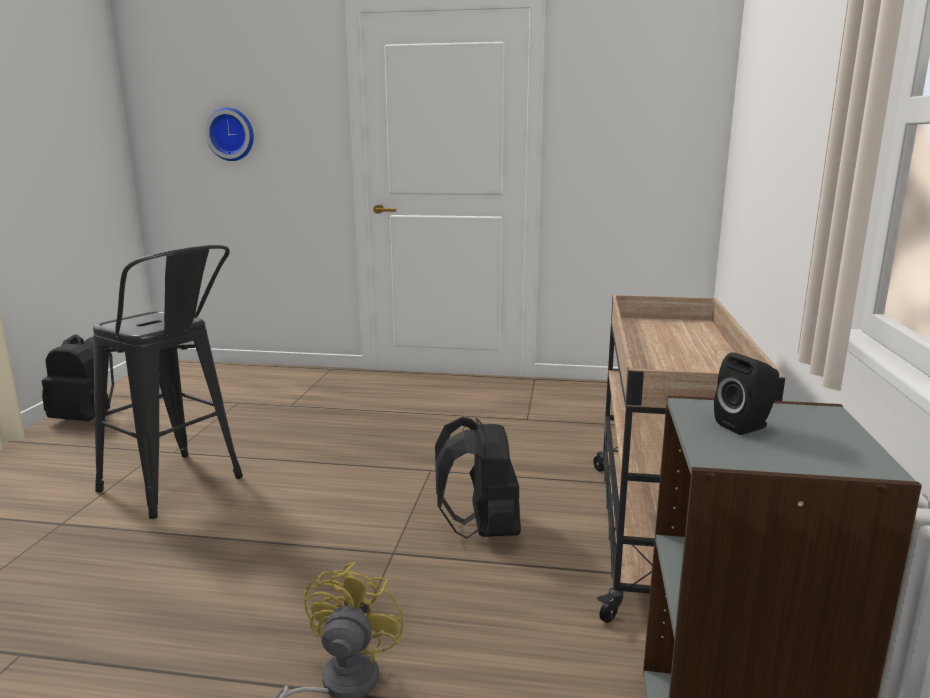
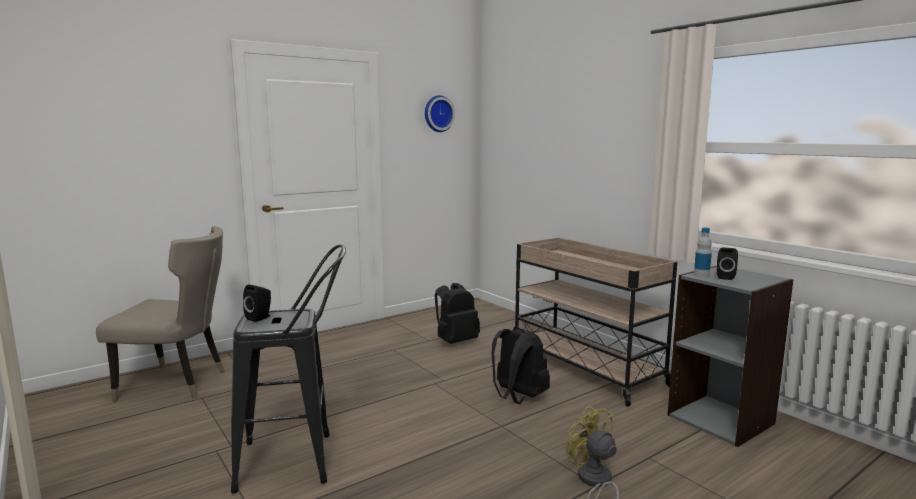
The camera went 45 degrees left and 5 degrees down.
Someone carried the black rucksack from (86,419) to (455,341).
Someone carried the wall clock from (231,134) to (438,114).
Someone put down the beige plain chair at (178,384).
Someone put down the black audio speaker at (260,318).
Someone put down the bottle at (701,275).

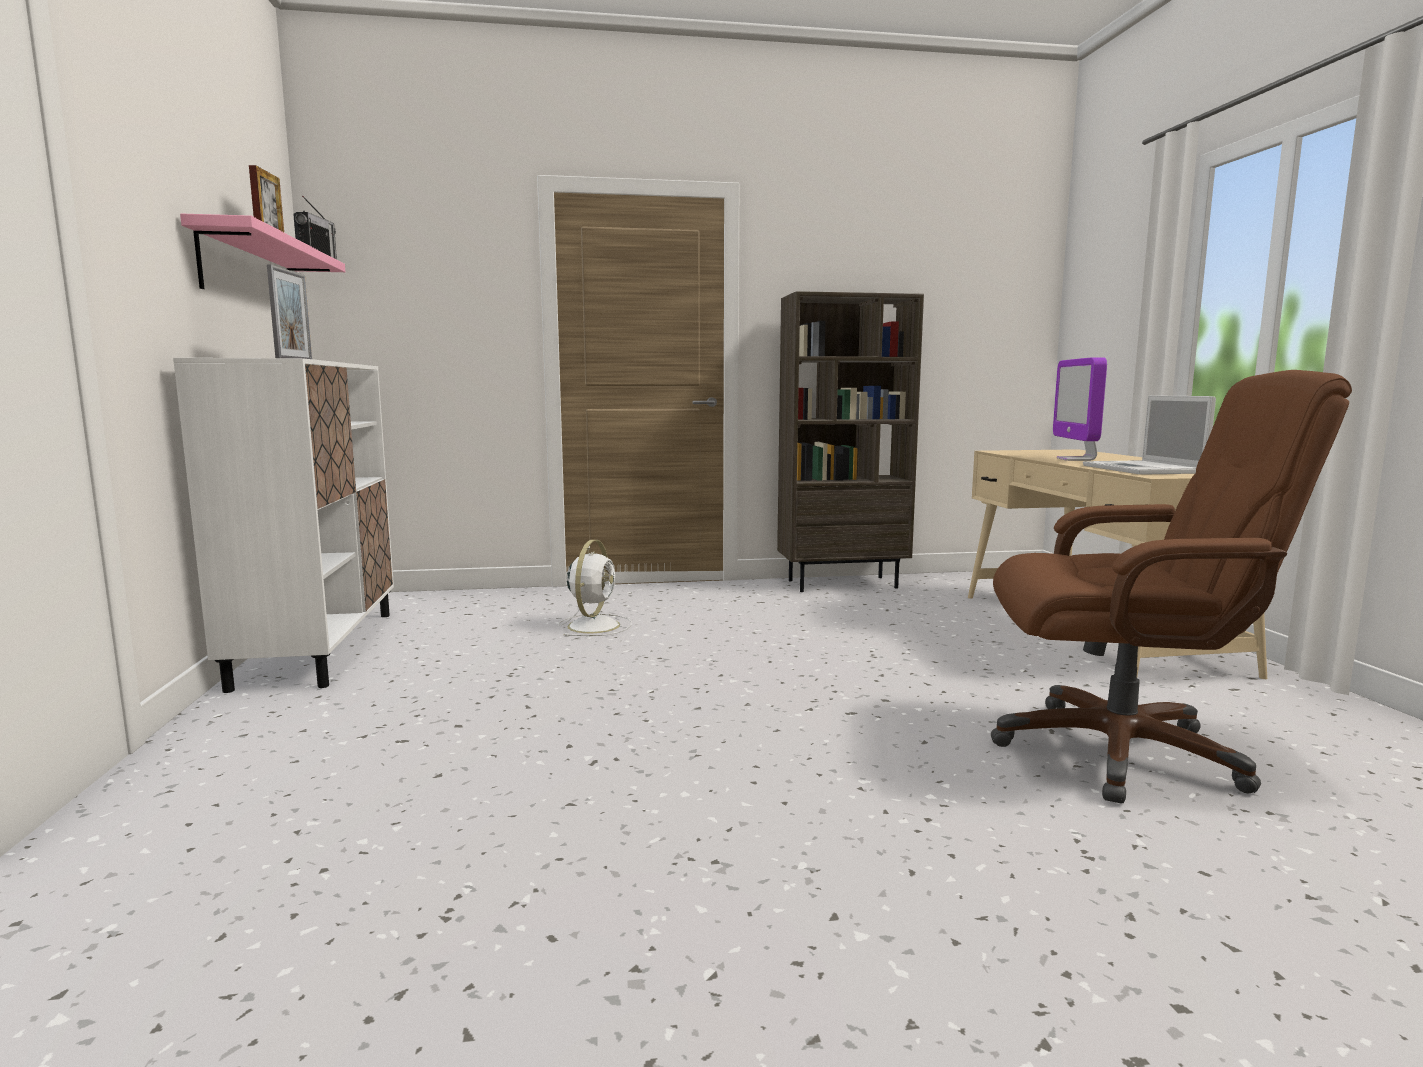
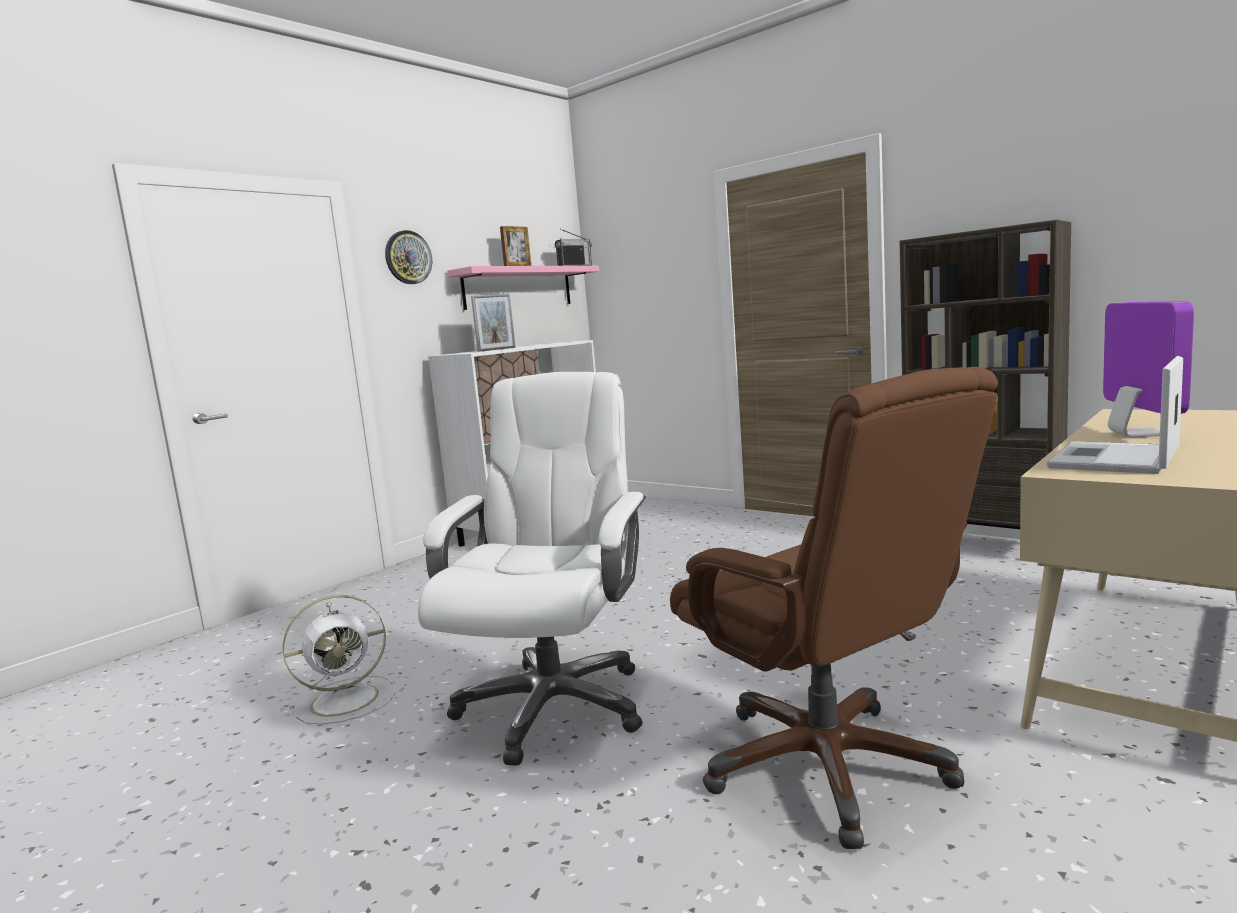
The camera went 50 degrees right and 0 degrees up.
Someone carried the white electric fan from (594,625) to (348,699).
Someone rotated the computer screen at (1076,459) by 135 degrees clockwise.
Someone put up the wall clock at (408,257).
Someone put down the white office chair at (553,705).

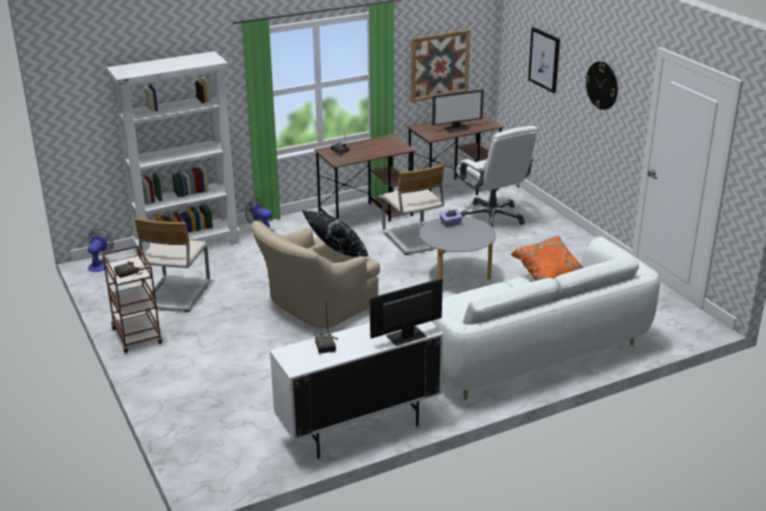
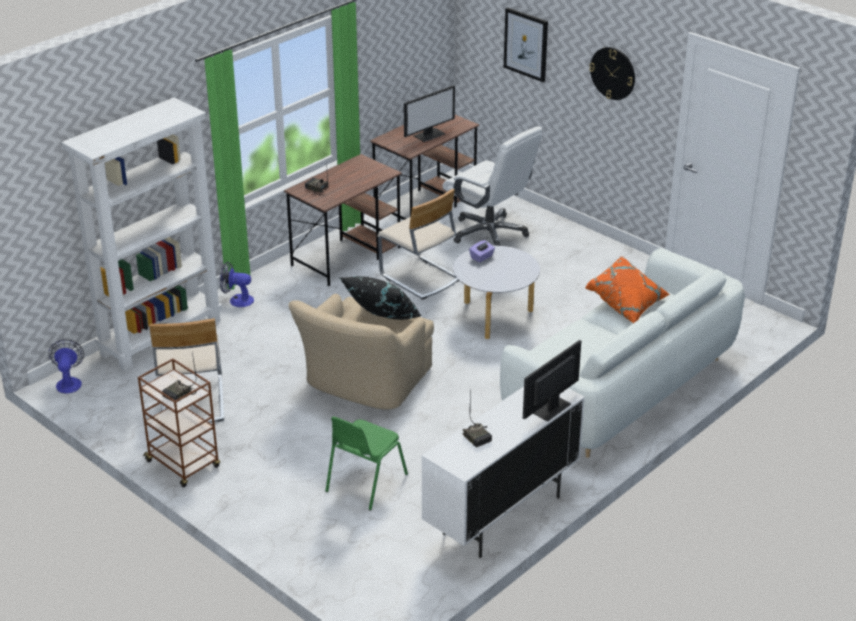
The camera went 20 degrees left and 5 degrees up.
Someone took away the wall picture at (439,65).
Someone put down the green-coloured plain chair at (365,483).

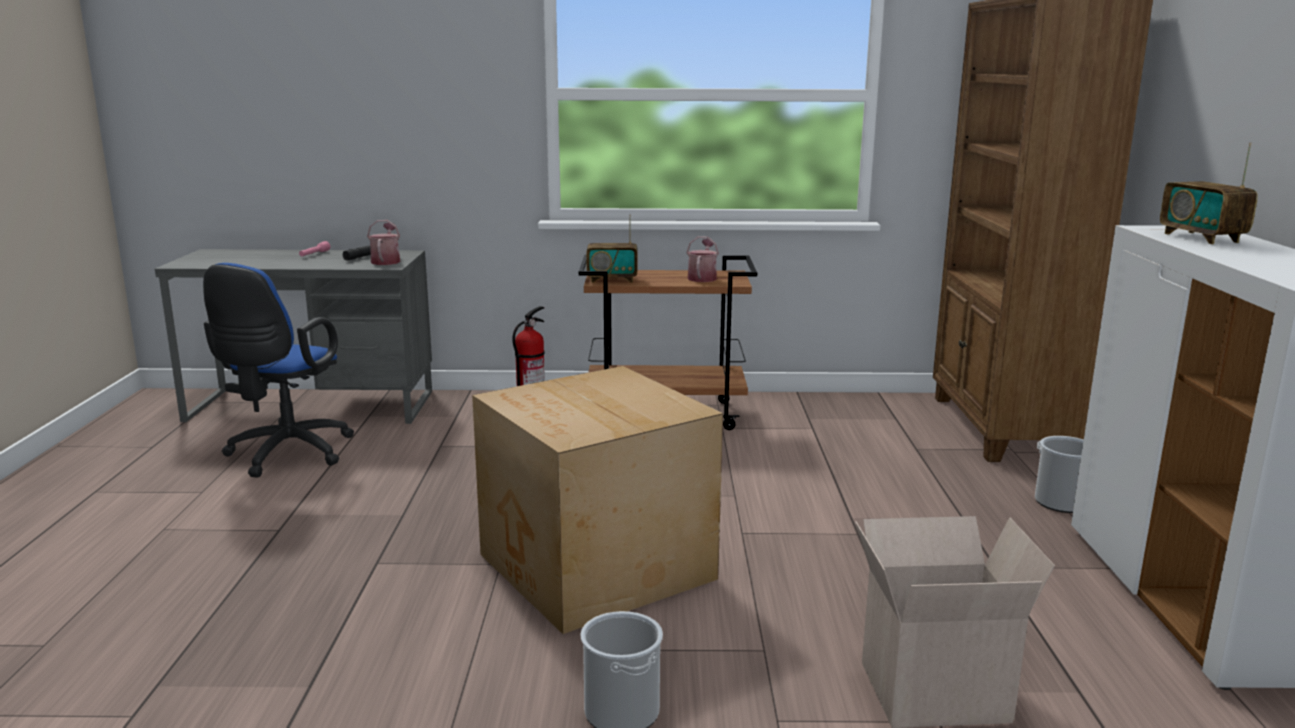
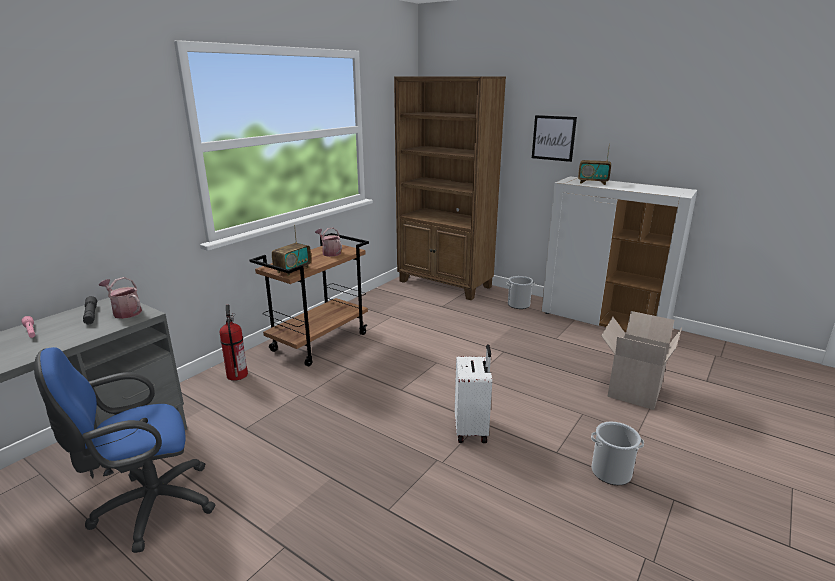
The camera went 55 degrees left and 5 degrees up.
Someone rotated the blue-coloured office chair at (285,455) by 105 degrees clockwise.
Someone swapped the carton at (595,568) for the white travel case at (472,430).
Someone put up the wall picture at (553,138).

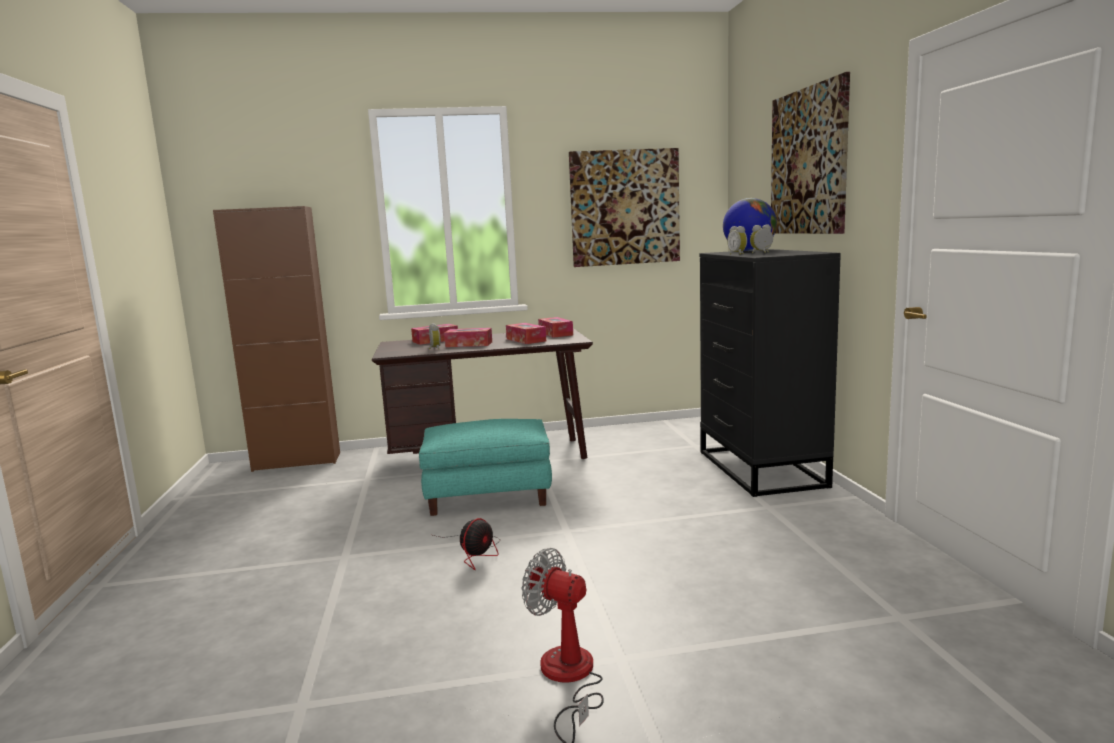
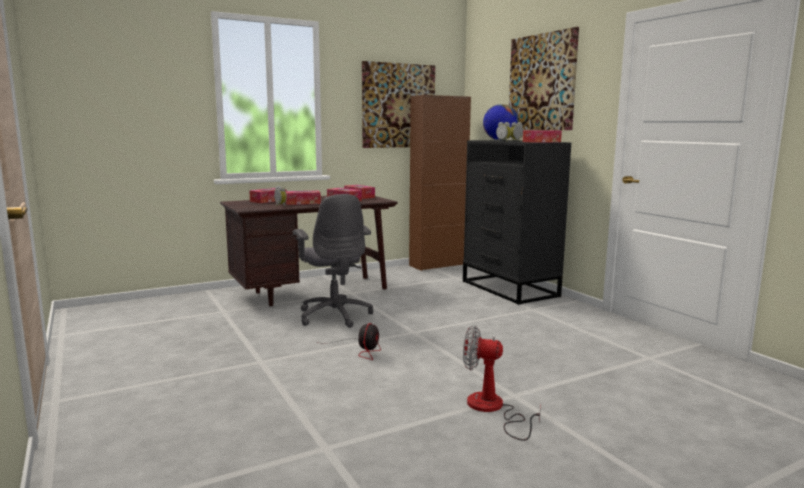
The camera went 20 degrees left and 0 degrees up.
Someone carried the brown storage cabinet from (297,461) to (437,265).
Someone swapped the turquoise footrest at (487,495) for the gray office chair at (334,315).
Someone put down the box of tissues at (541,142).

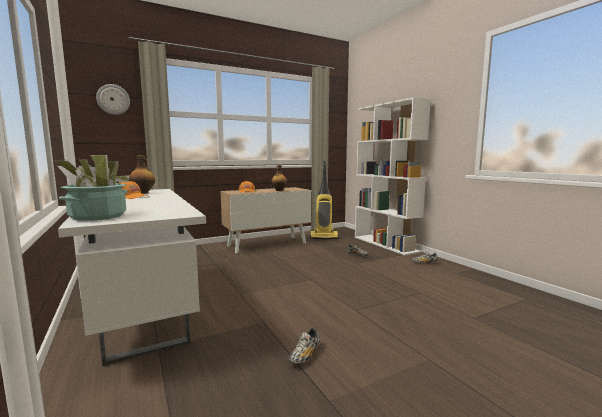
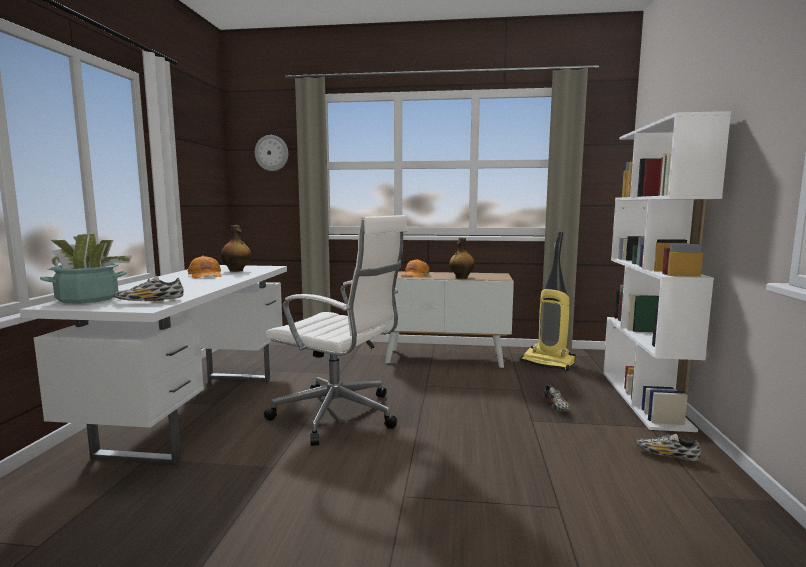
The camera went 35 degrees right and 0 degrees up.
Someone carried the low shoe from (304,355) to (150,302).
Someone put down the white office chair at (339,416).

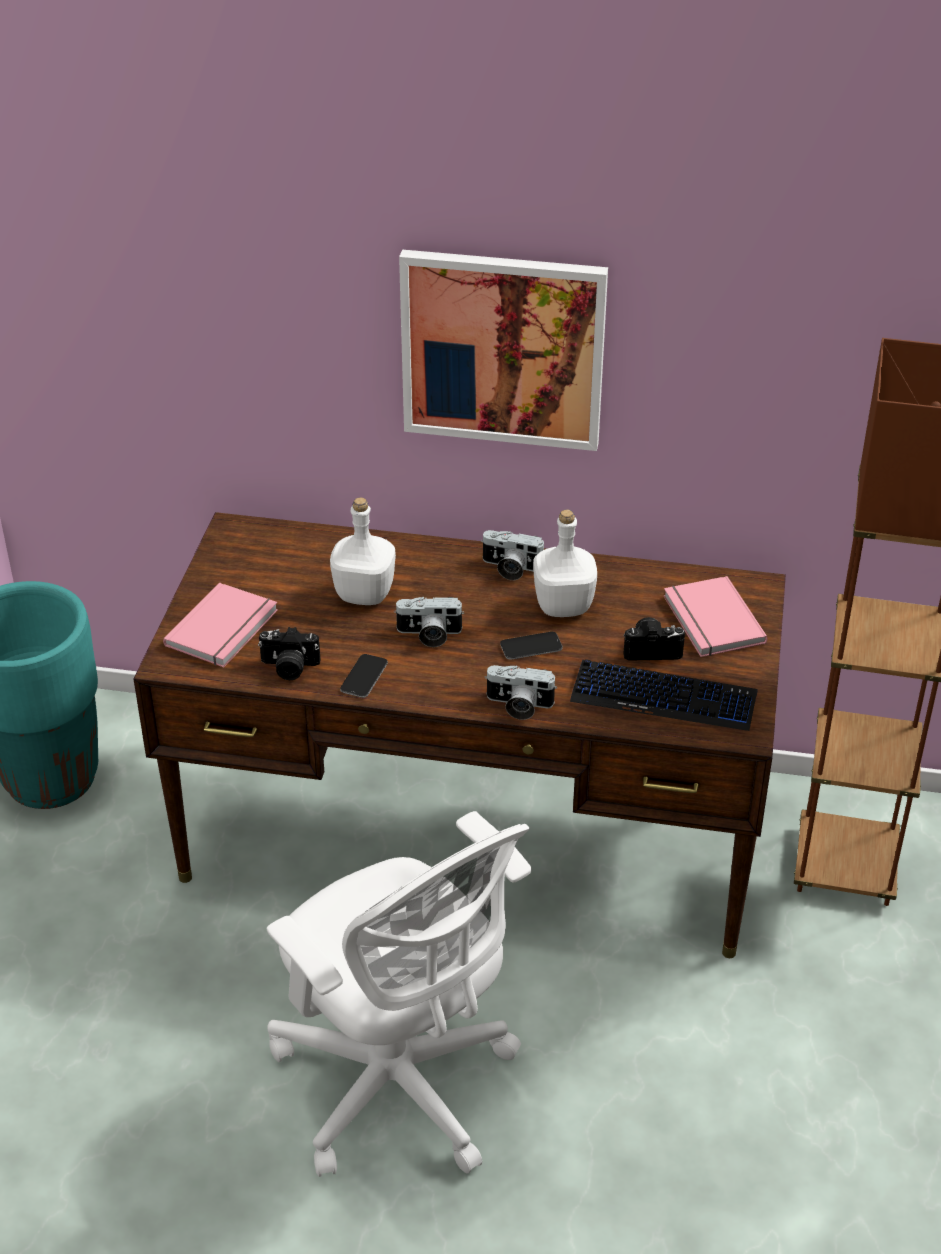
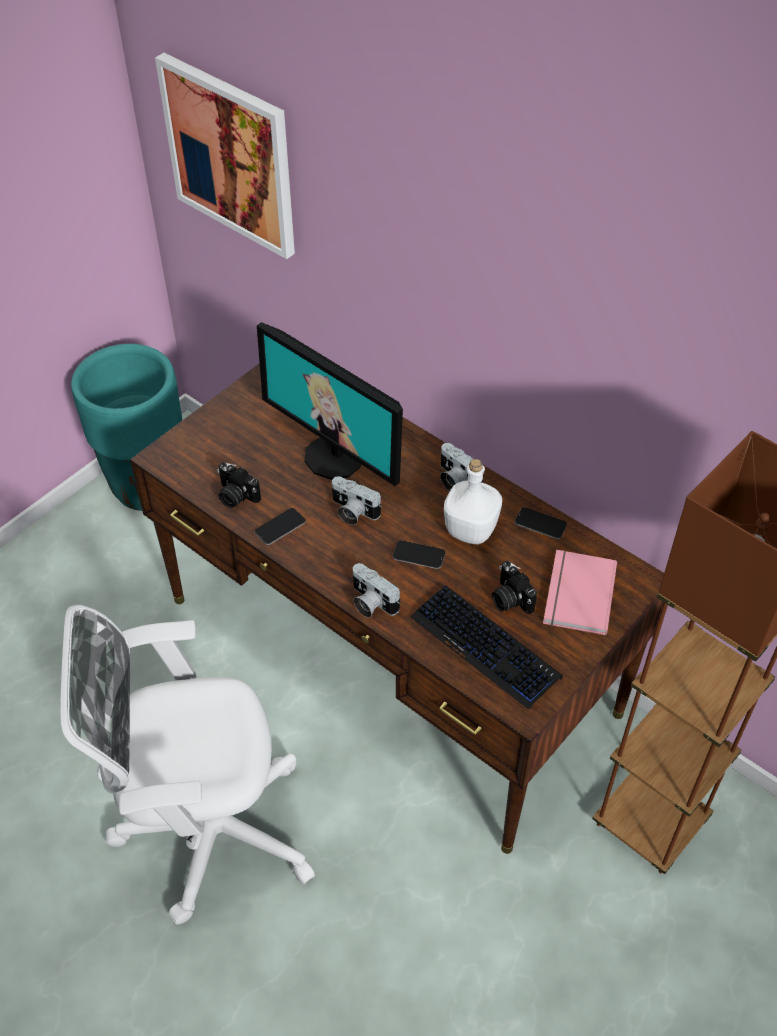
The camera went 30 degrees right and 10 degrees up.
Someone took away the pink volume at (225,629).
Someone rotated the white office chair at (399,1087) by 90 degrees clockwise.
Someone swapped the white bottle at (365,594) for the computer screen at (334,457).
Someone carried the wall picture from (503,348) to (231,155).
Someone rotated the still camera at (652,649) by 150 degrees counterclockwise.
Someone put down the handset at (540,524).

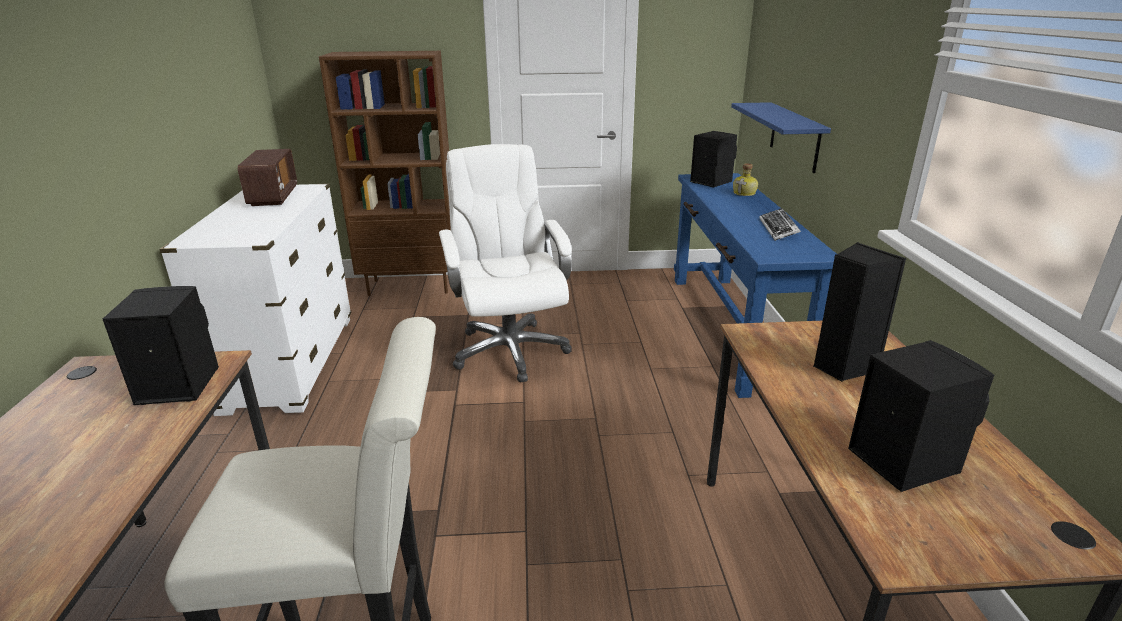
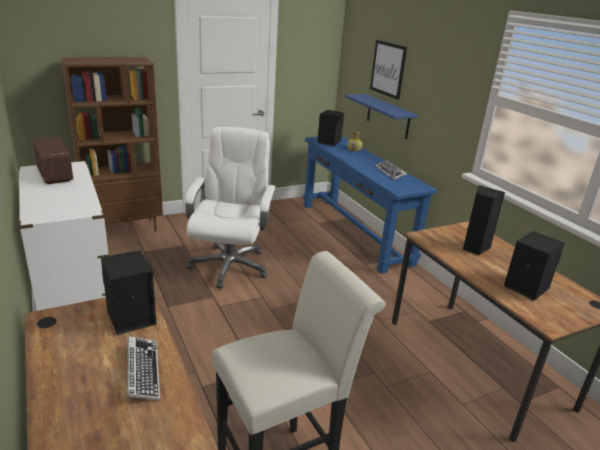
The camera went 25 degrees left and 0 degrees up.
Someone rotated the white office chair at (509,350) by 45 degrees clockwise.
Someone put down the PC keyboard at (142,372).
Someone put up the wall picture at (388,69).

